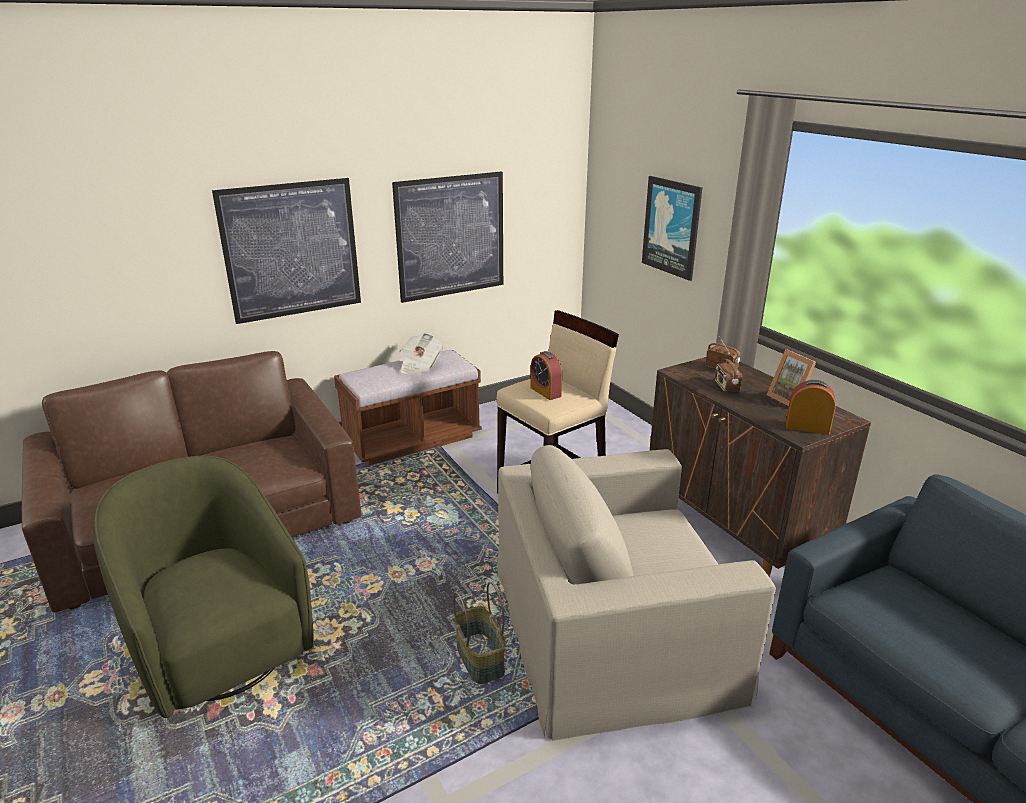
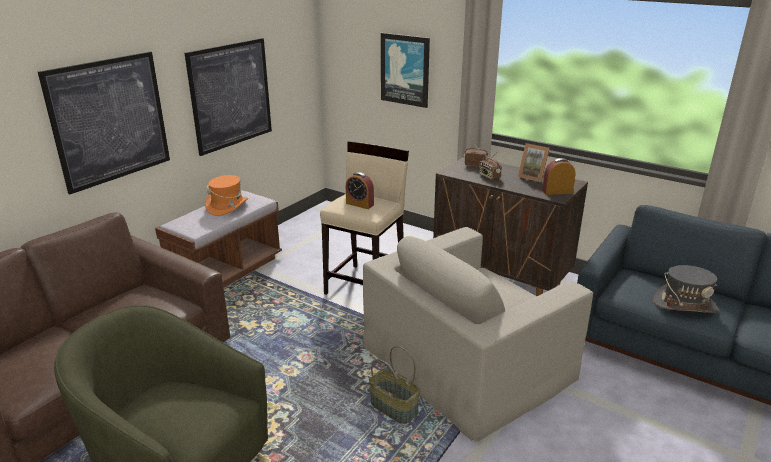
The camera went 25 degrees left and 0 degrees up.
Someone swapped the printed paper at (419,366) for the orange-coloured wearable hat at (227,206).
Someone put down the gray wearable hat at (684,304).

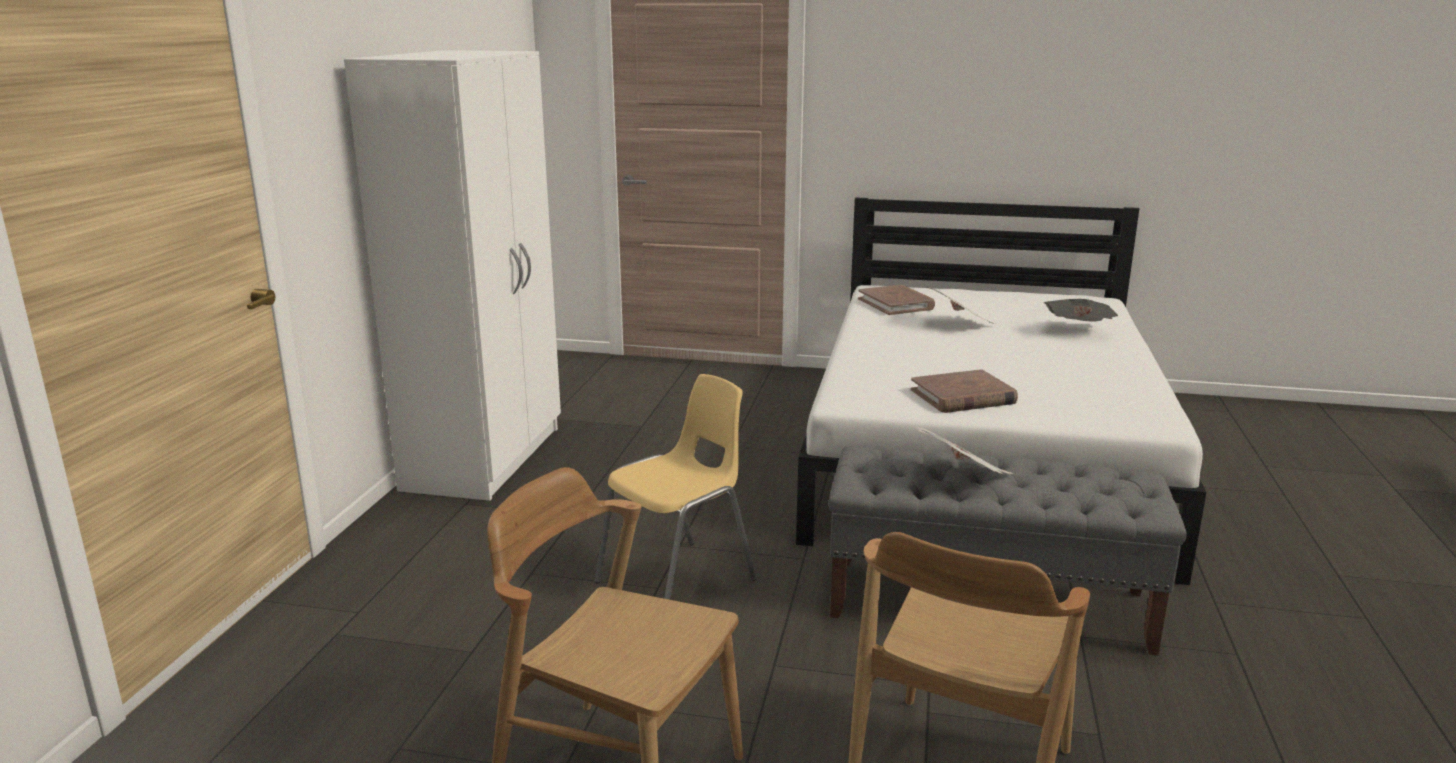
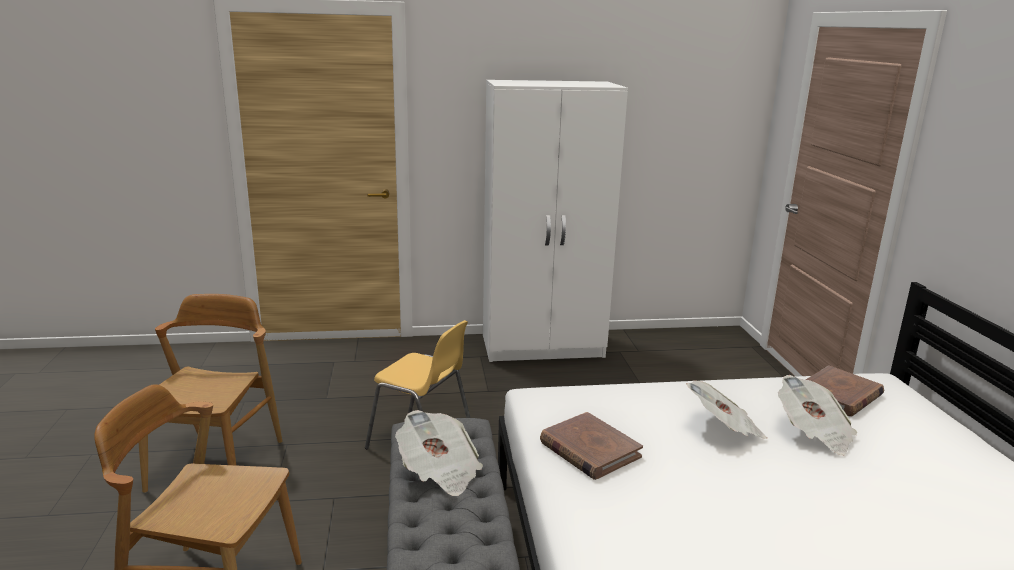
The camera went 70 degrees right and 0 degrees up.
Someone carried the printed paper from (1079,329) to (724,428).

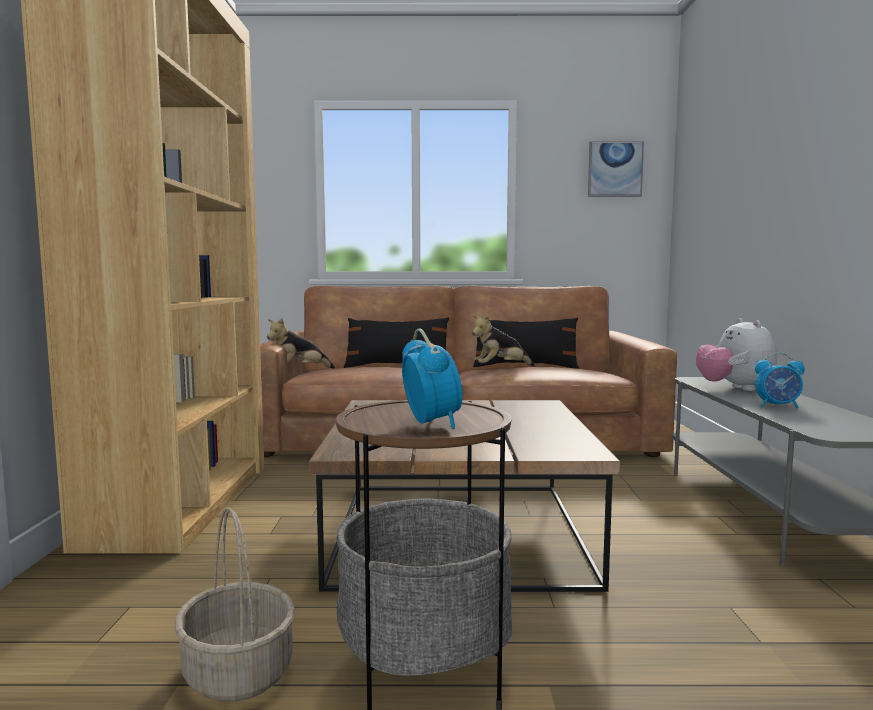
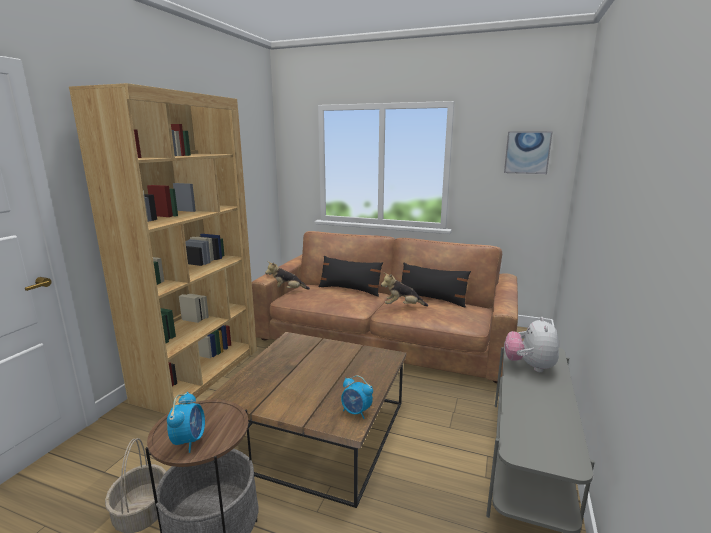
The camera went 20 degrees right and 10 degrees up.
Someone carried the table clock from (778,406) to (356,412).

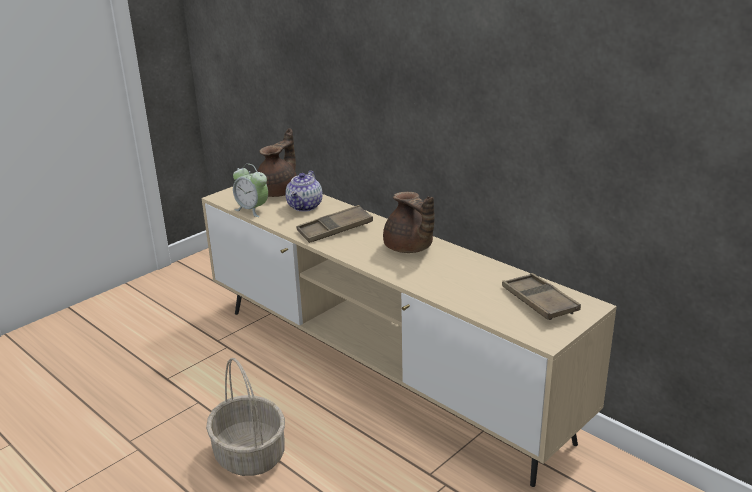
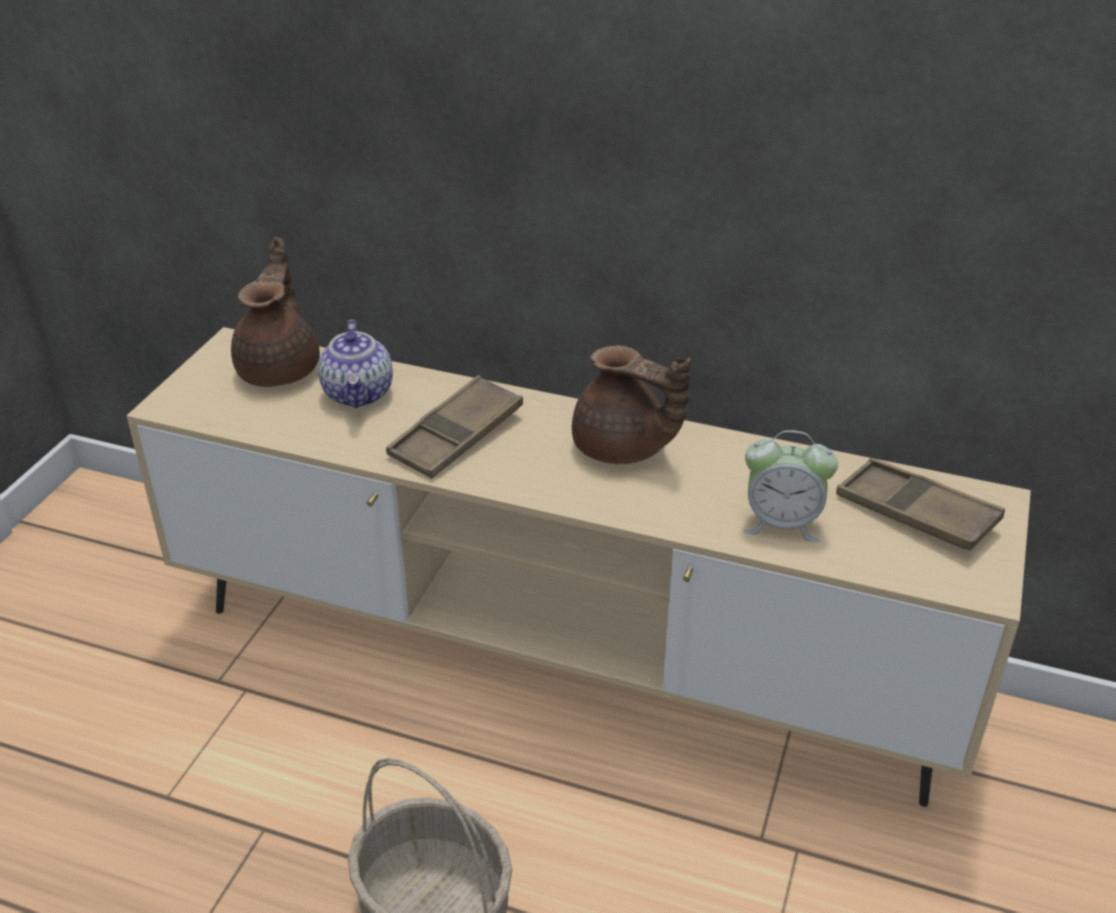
The camera went 25 degrees left and 10 degrees up.
Someone carried the table clock from (252,210) to (782,523).

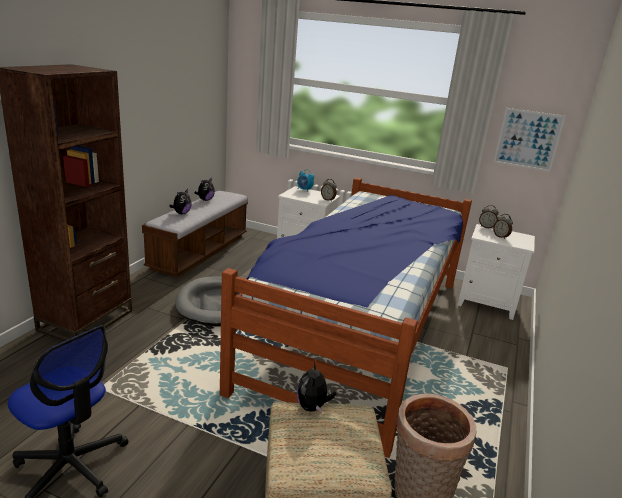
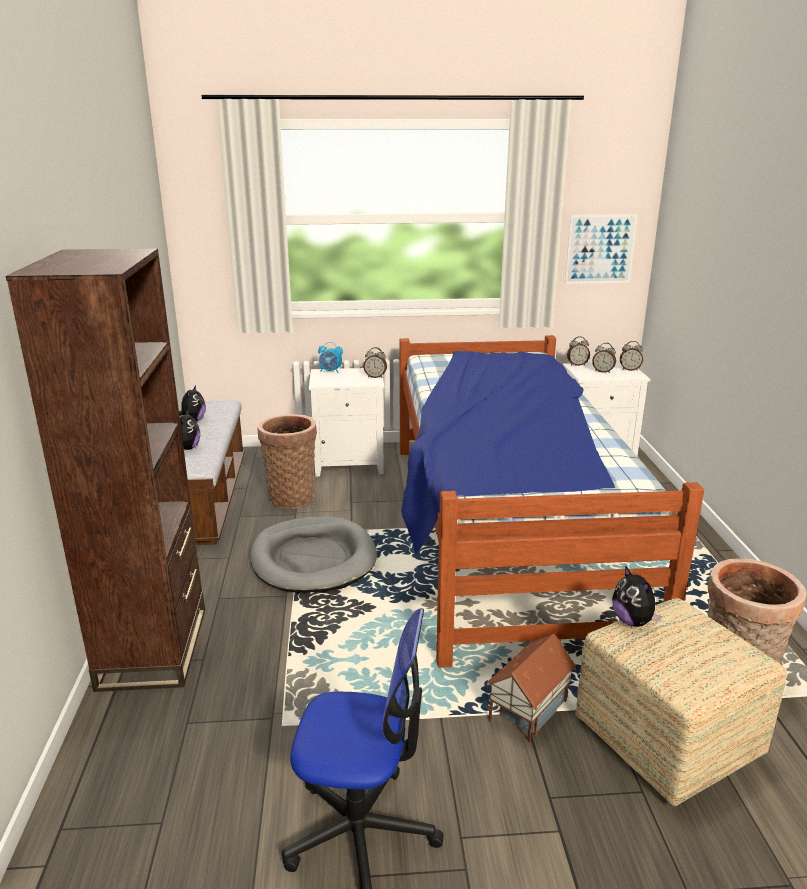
The camera went 25 degrees left and 0 degrees up.
Someone put down the basket at (291,497).
Someone put down the toy house at (527,711).
Someone put down the table clock at (629,369).

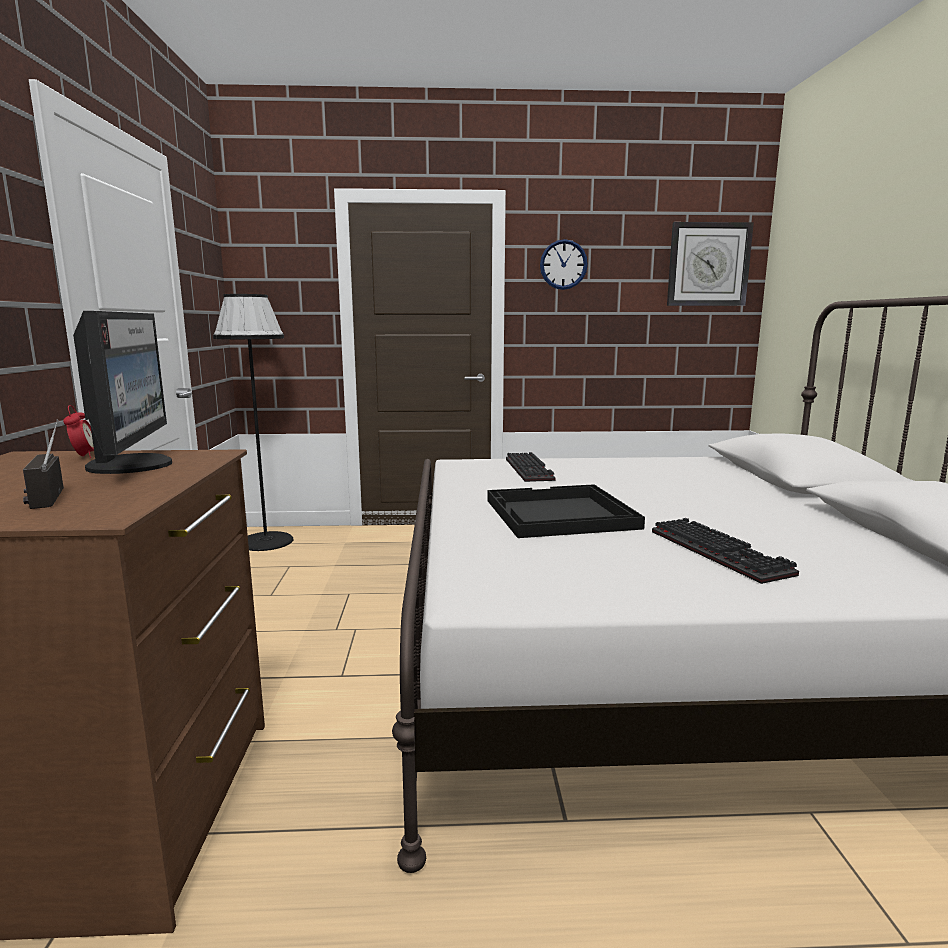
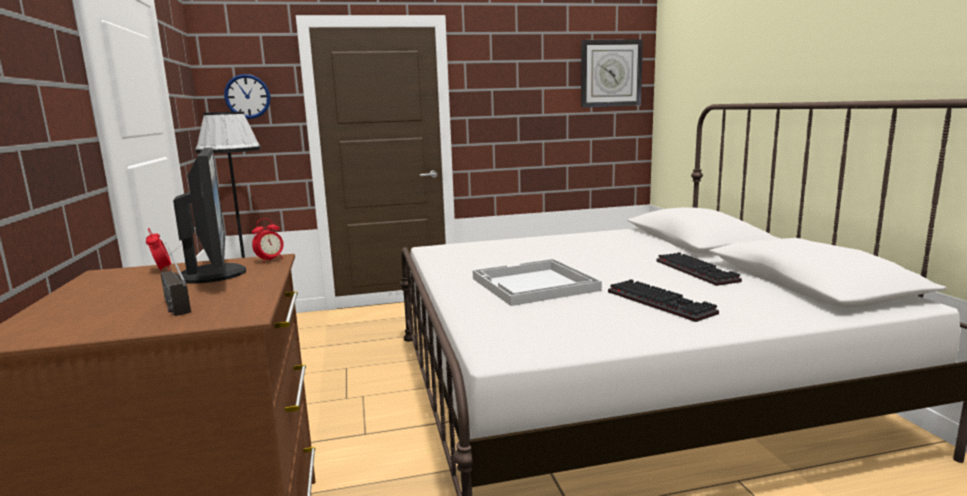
The camera went 10 degrees left and 0 degrees up.
Someone repainted the black serving tray at (559,514), which became the white serving tray at (533,285).
Someone carried the PC keyboard from (531,470) to (698,271).
Someone carried the wall clock from (563,264) to (247,96).
Someone put down the table clock at (270,260).

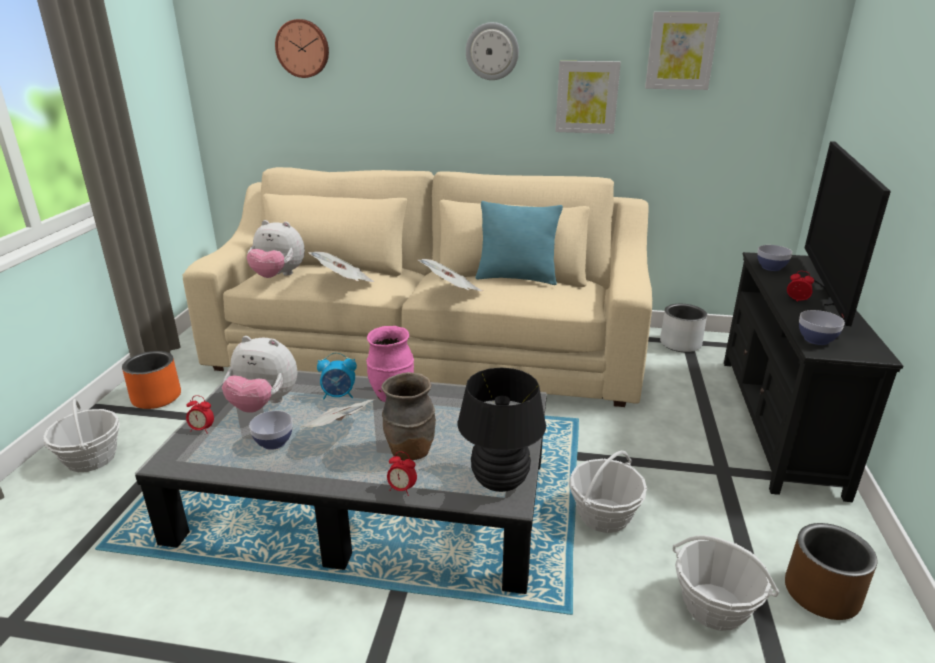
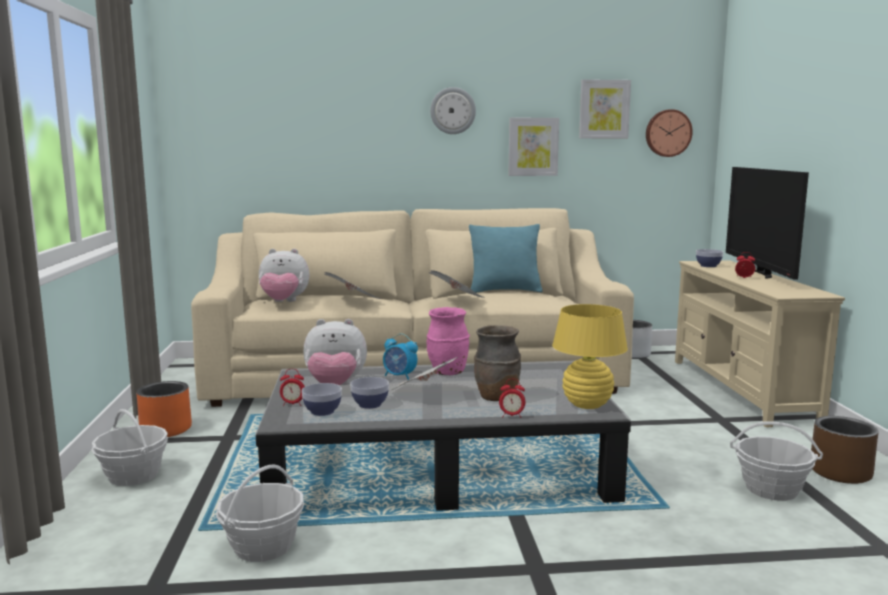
The camera went 15 degrees left and 15 degrees down.
Someone carried the wall clock from (303,48) to (667,133).
Someone rotated the table clock at (339,395) by 45 degrees clockwise.
Someone repainted the black tabletop lamp at (499,481), which became the yellow-coloured tabletop lamp at (586,404).
Someone carried the basket from (604,515) to (263,546).
Someone repainted the black tv unit at (778,422), which became the beige tv unit at (741,390).
Someone carried the bowl from (816,340) to (322,411).

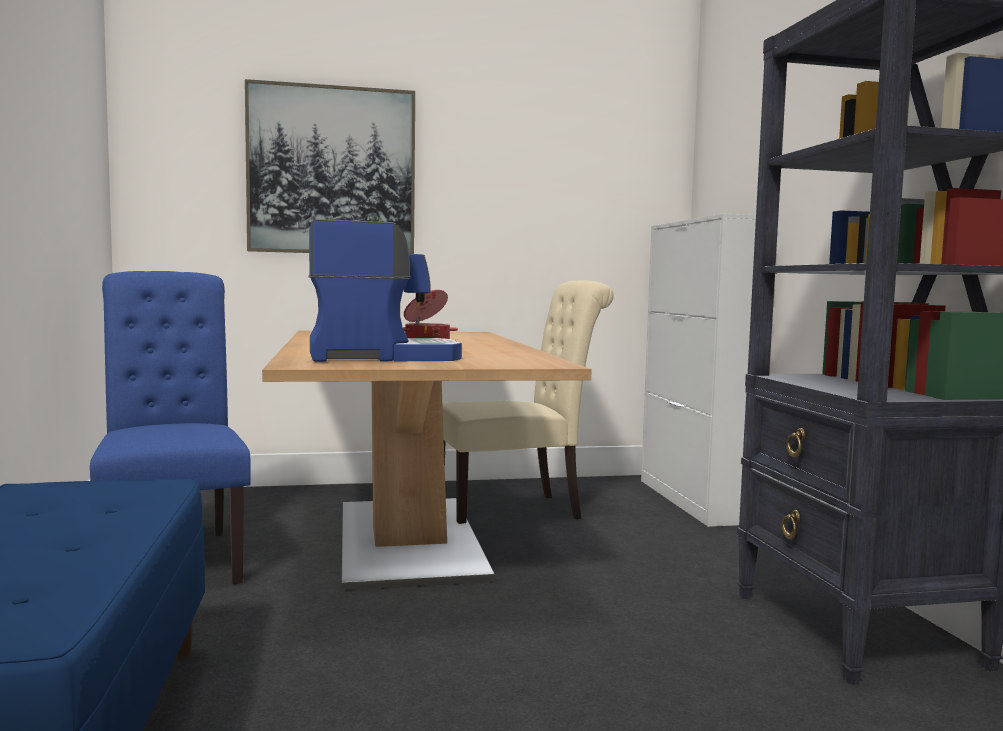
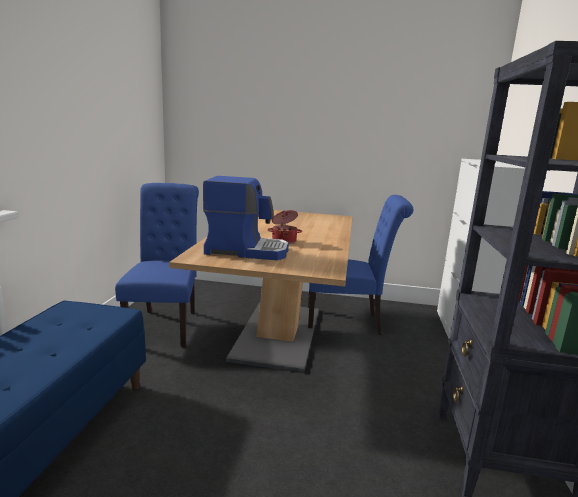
The camera went 20 degrees right and 10 degrees up.
Someone took away the wall picture at (332,171).
Someone repainted the beige plain chair at (516,510), which became the blue-coloured plain chair at (348,322).

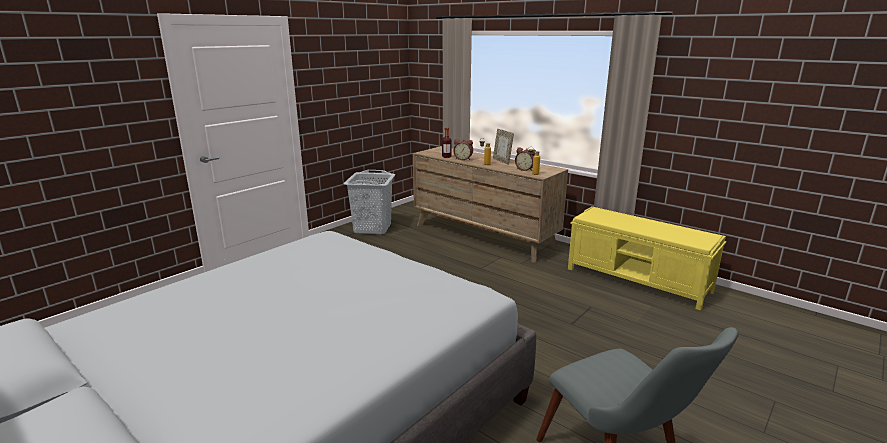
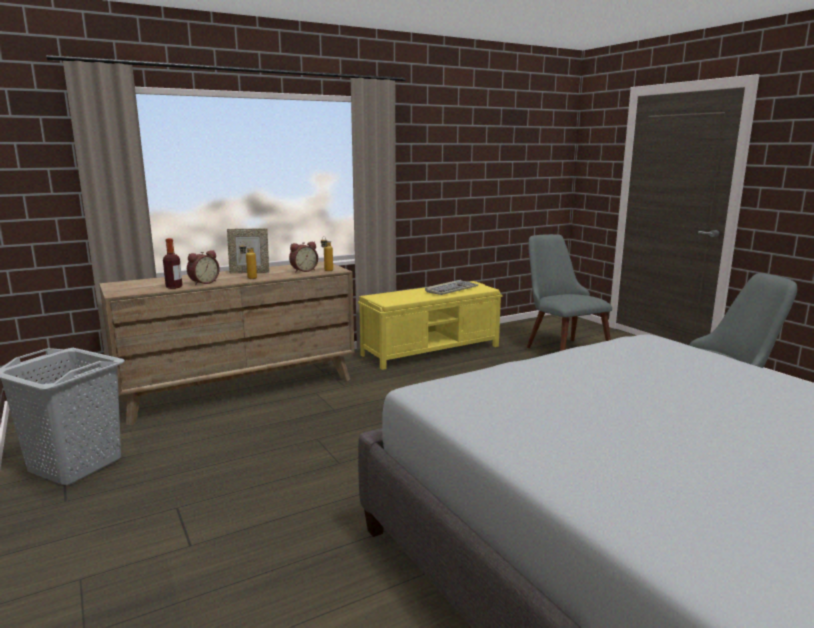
The camera went 70 degrees left and 5 degrees down.
Someone put down the PC keyboard at (451,289).
Someone put down the gray plain chair at (560,348).

